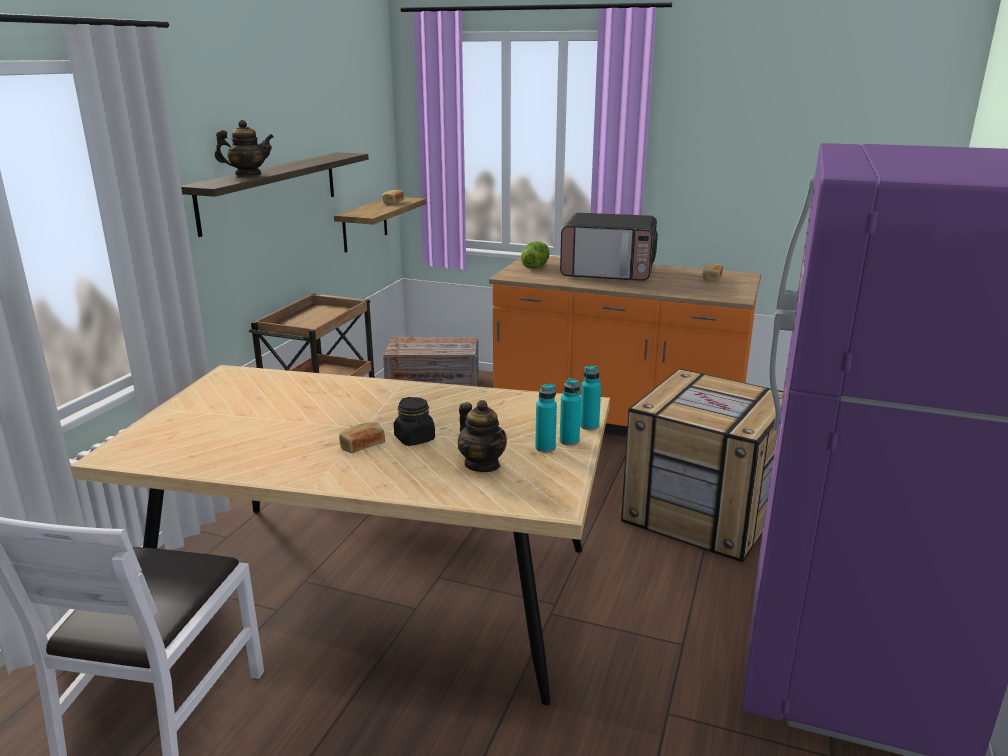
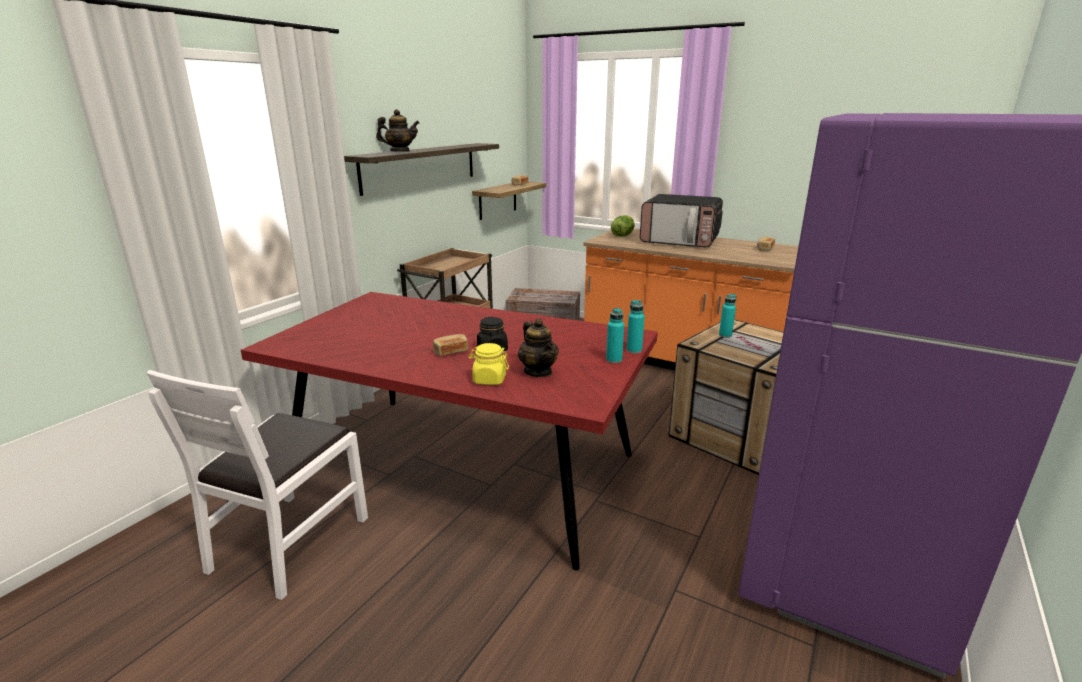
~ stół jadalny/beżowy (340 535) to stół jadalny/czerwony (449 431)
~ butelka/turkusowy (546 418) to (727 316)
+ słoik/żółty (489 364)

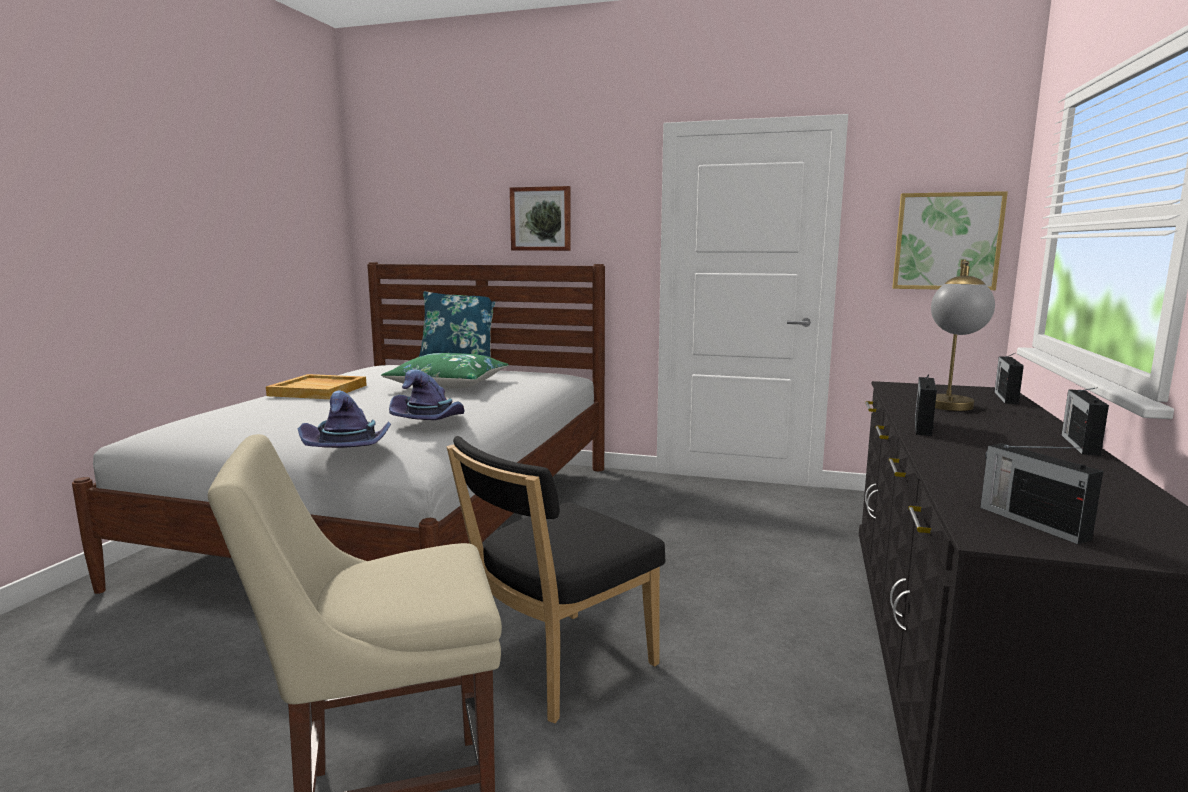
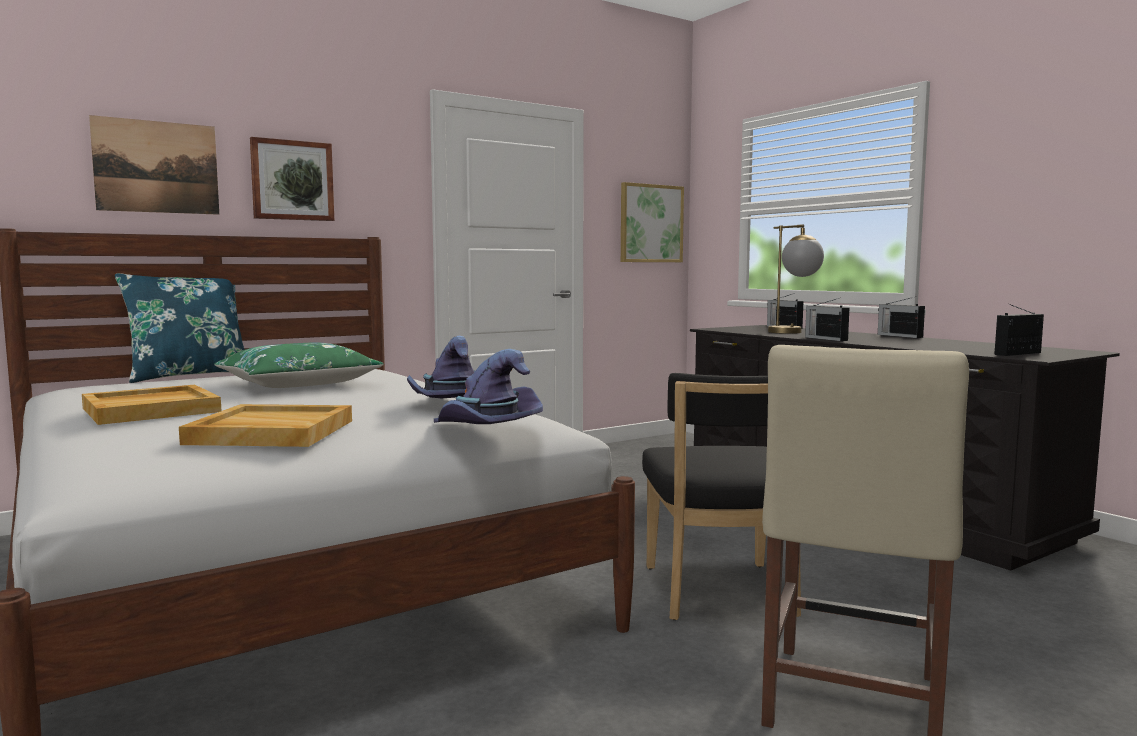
~ radio (1041 493) = (1019 330) 135 degrees clockwise
+ obraz (154 165)
+ taca/beżowy (265 425)

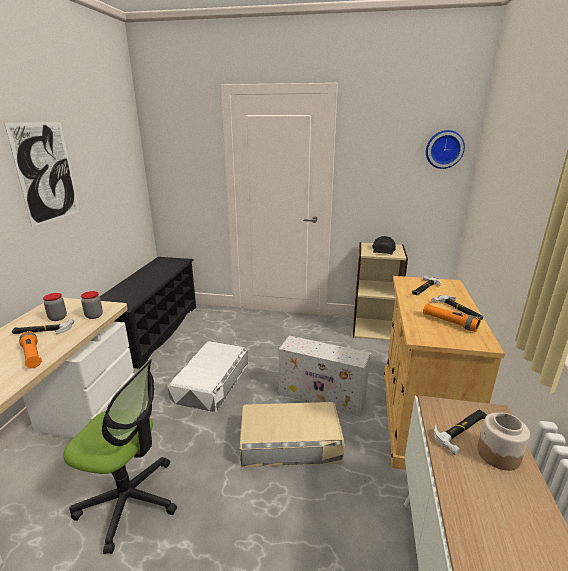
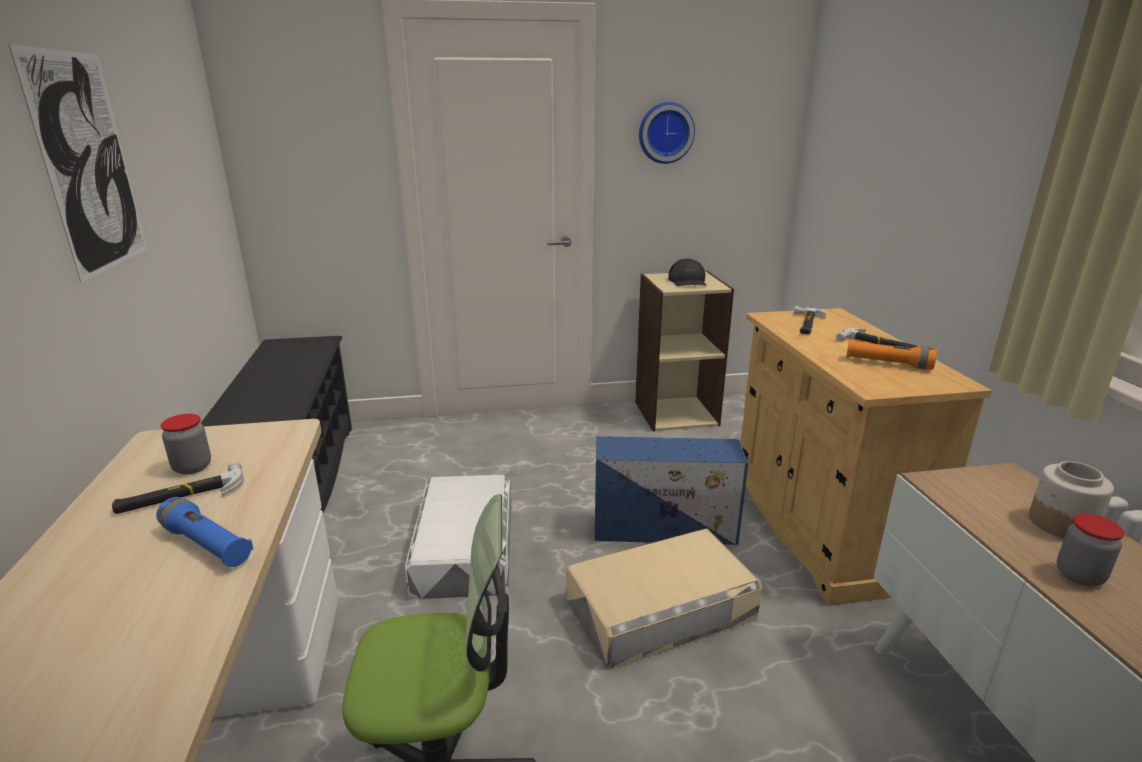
~ zegar ścienny (445 149) to (667 133)
~ słoik (92 305) to (1091 550)
~ latarka/pomarańczowy (30 349) to latarka/niebieski (204 532)
~ pojemnik do przechowywania/biały (325 375) to pojemnik do przechowywania/niebieski (671 490)
- młotek (460 432)

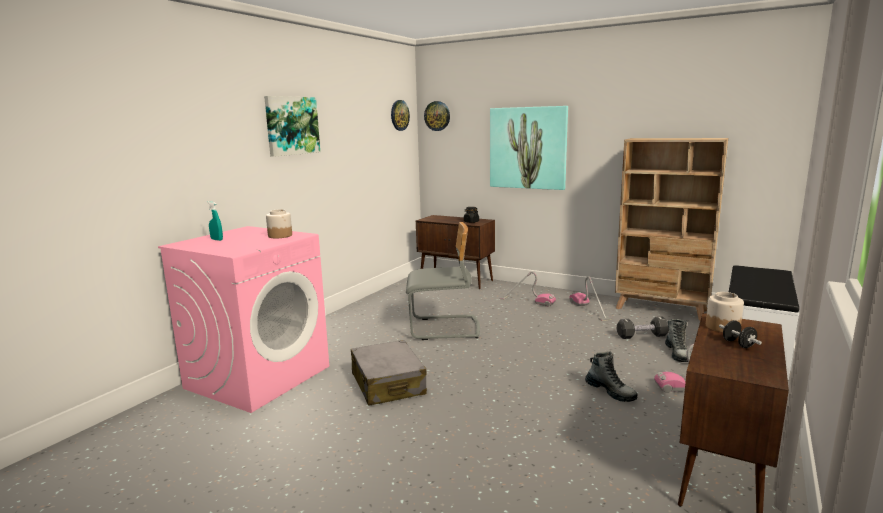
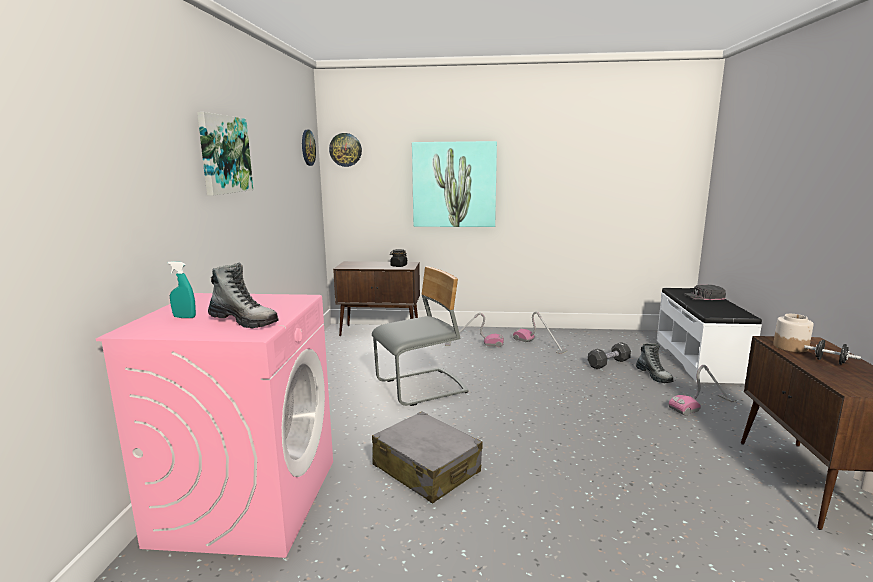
- regał/beżowy (671 229)
- słoik (279 223)
~ but z cholewką (611 376) to (243 295)
+ czapka z daszkiem/czarny (705 292)

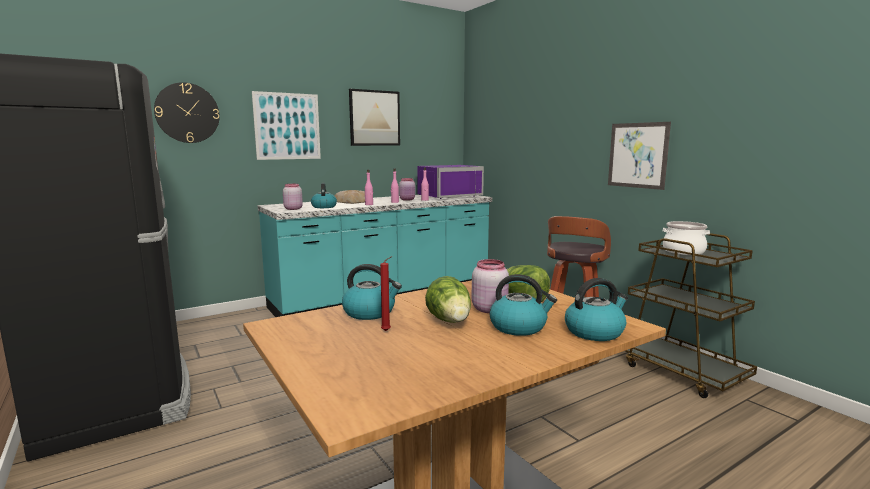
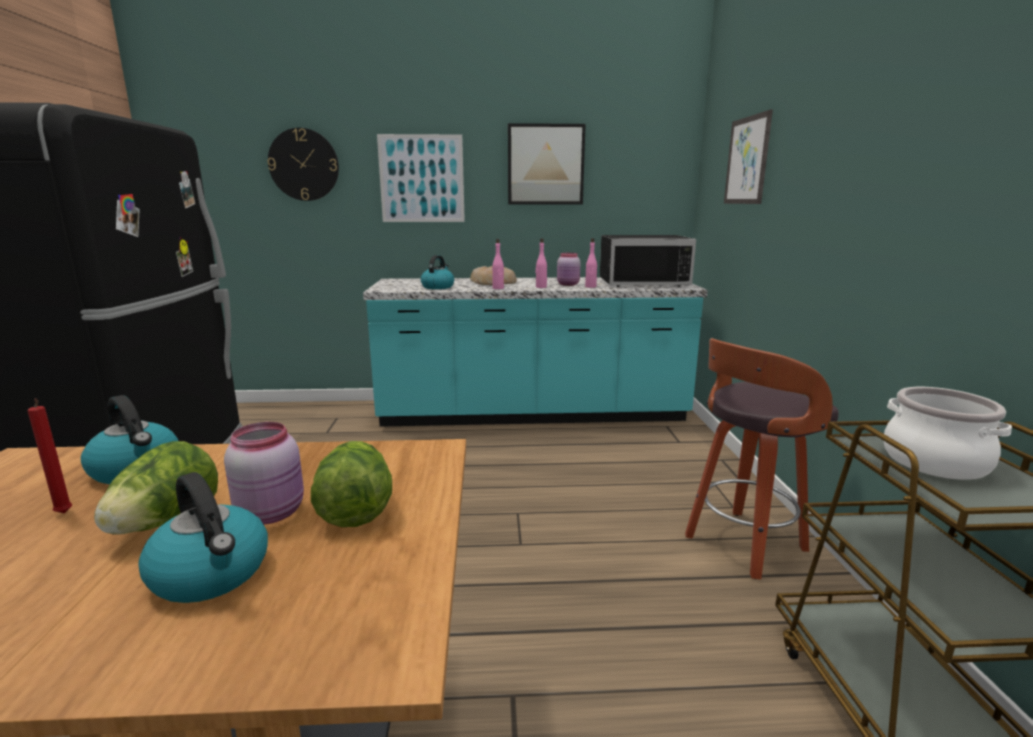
~ obraz (639 156) to (748 157)
~ mikrofalówka/fioletowy (450 182) to mikrofalówka/czarny (648 261)
- słoik/różowy (293 197)
- czajnik (596 309)

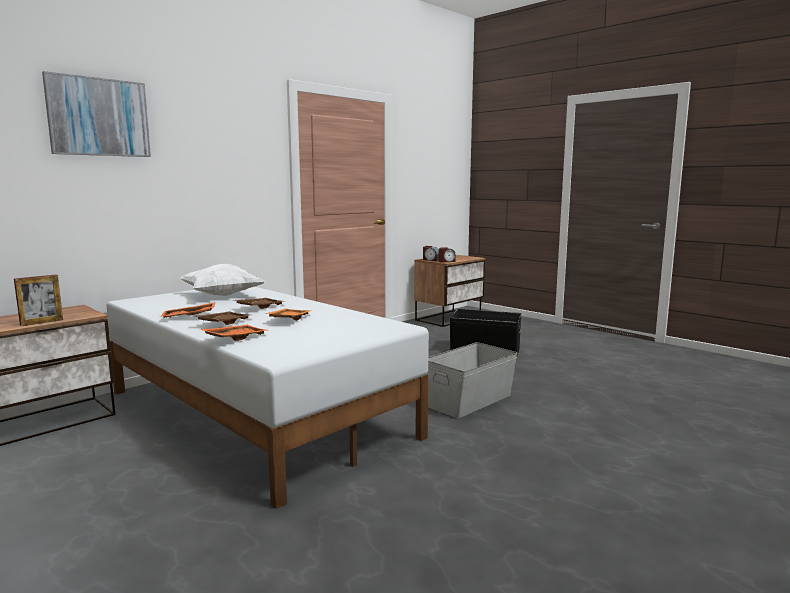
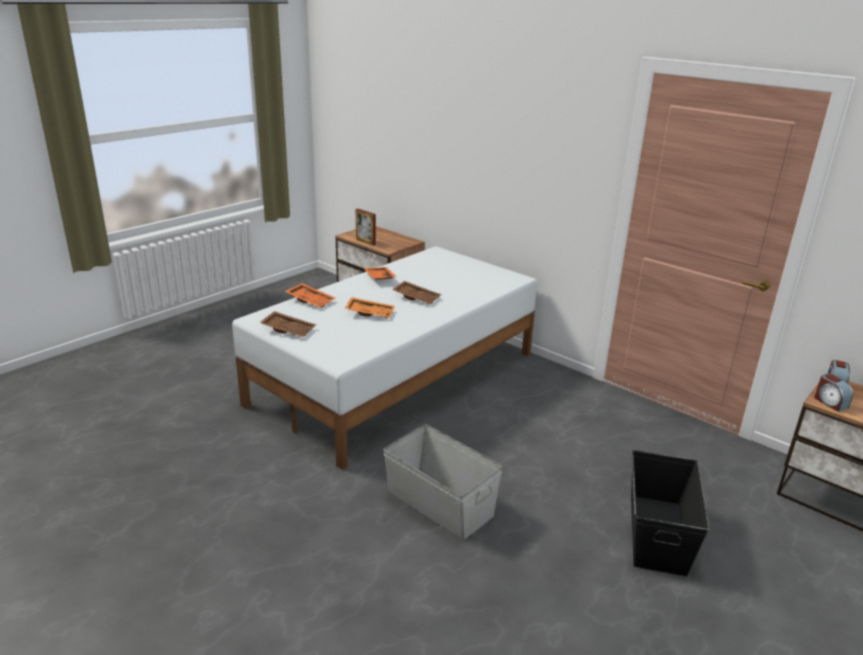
- obraz (96 114)
- poduszka/biały (222 280)
~ taca/brązowy (222 318) to (287 324)

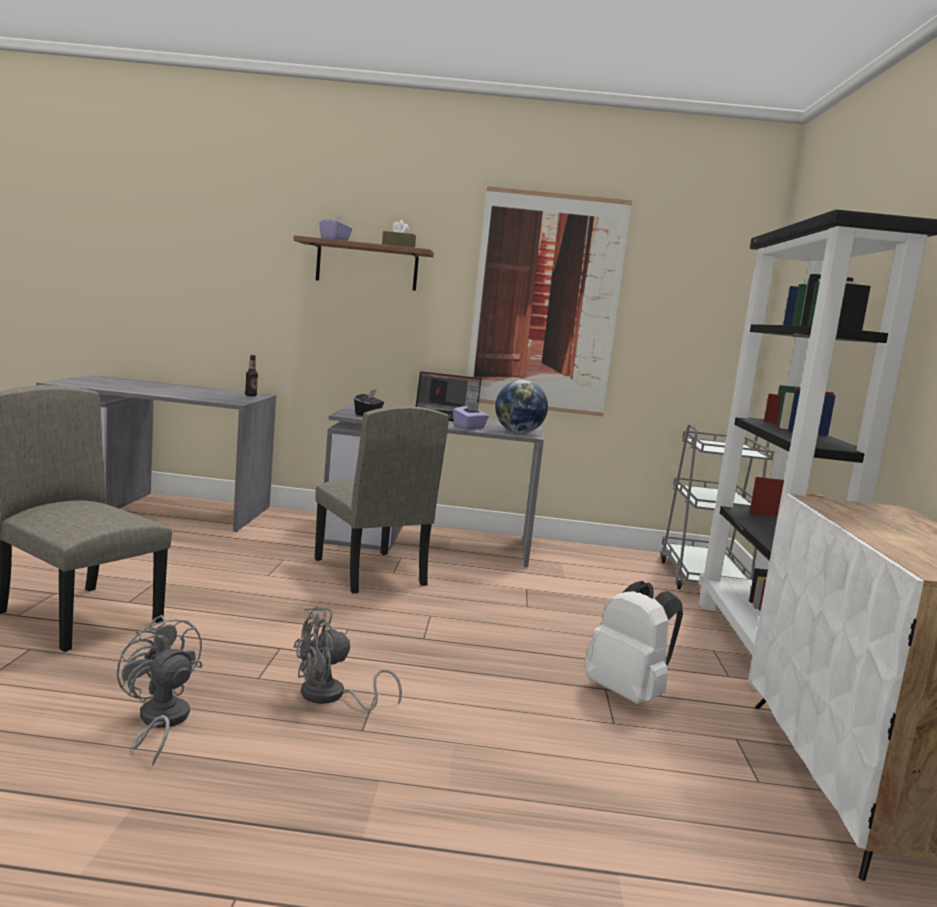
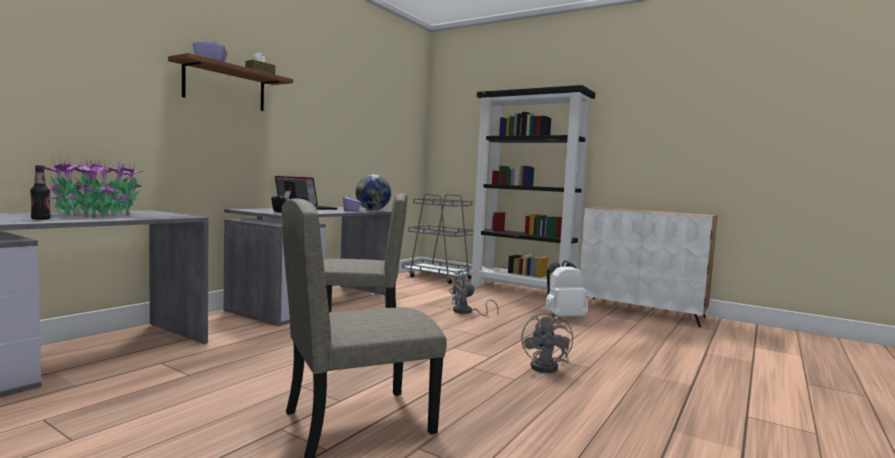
- obraz (549 301)
~ butelka (251 375) to (40 192)
~ wentylator/szary (159 690) to (474 293)
+ roślina doniczkowa (93 187)

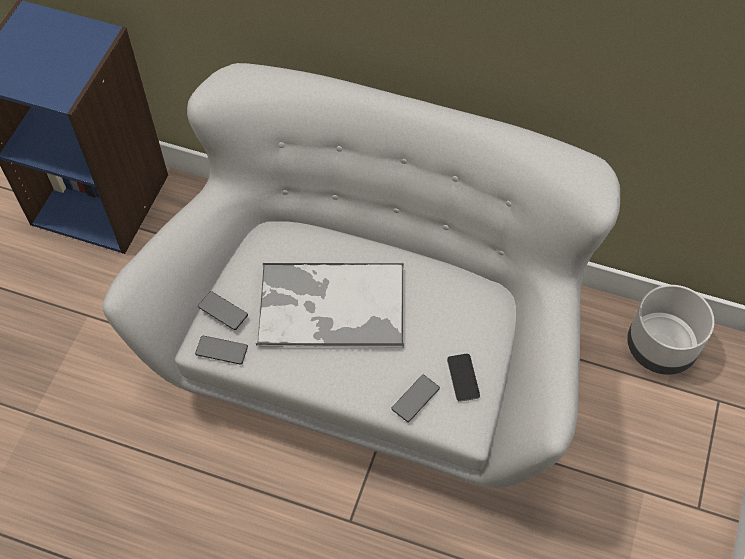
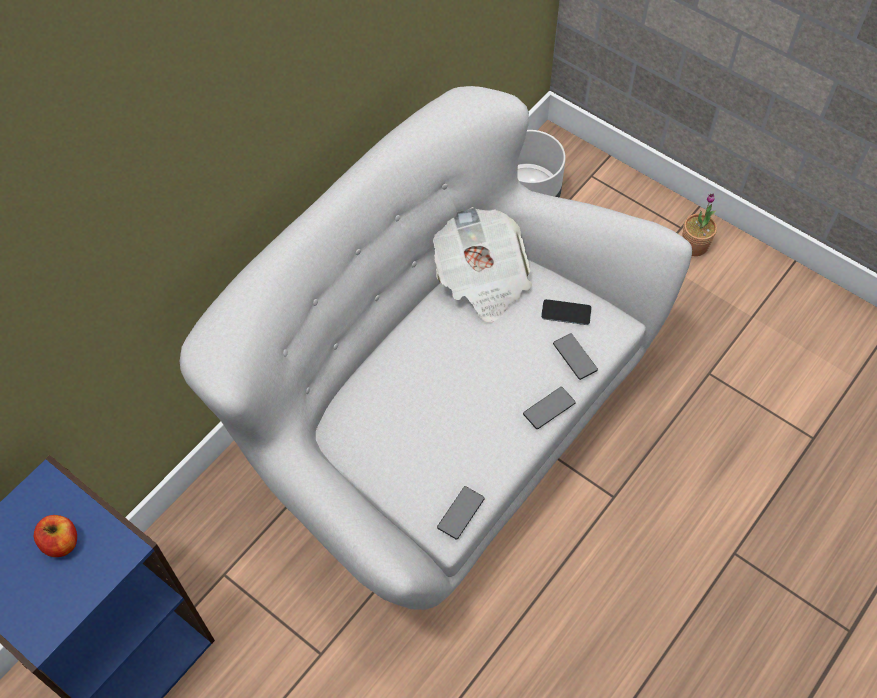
- taca (330 305)
~ telefon (223 310) to (549 408)
+ roślina doniczkowa (699 225)
+ gazeta (482 265)
+ jabłko (55 536)

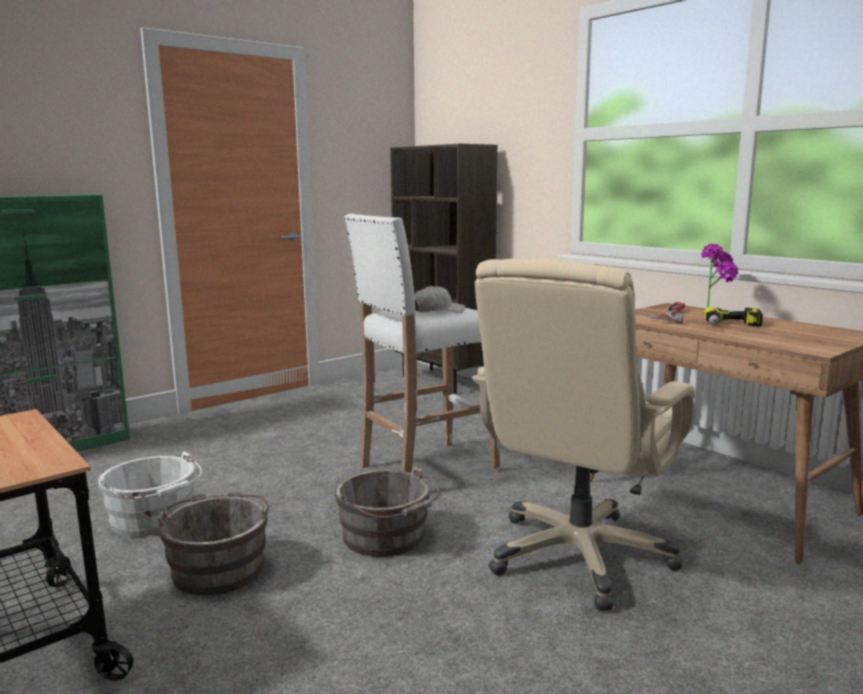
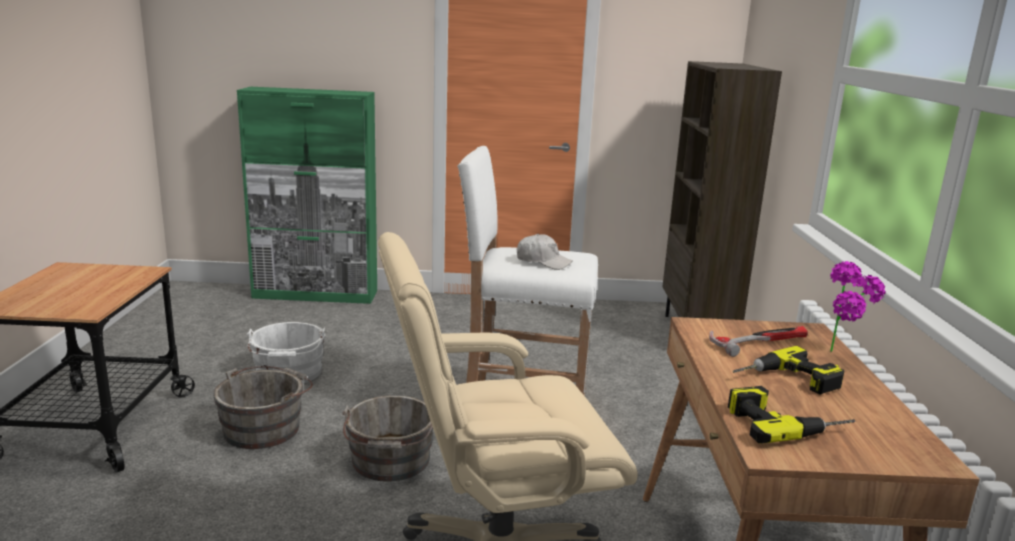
+ wiertarka (791 415)

